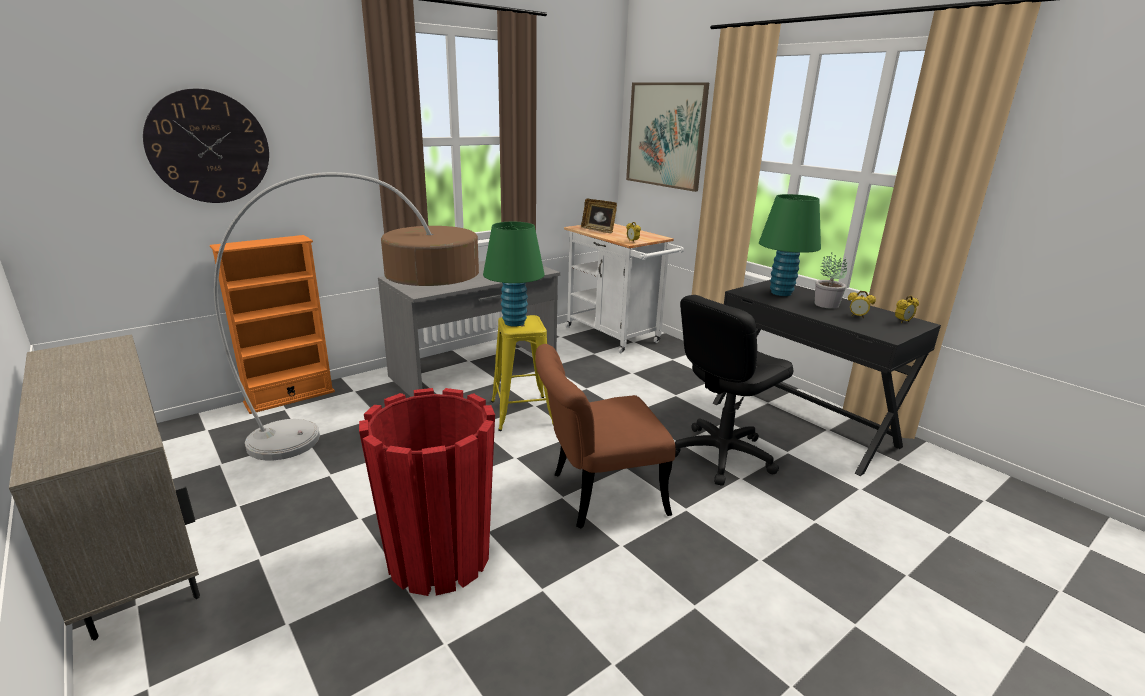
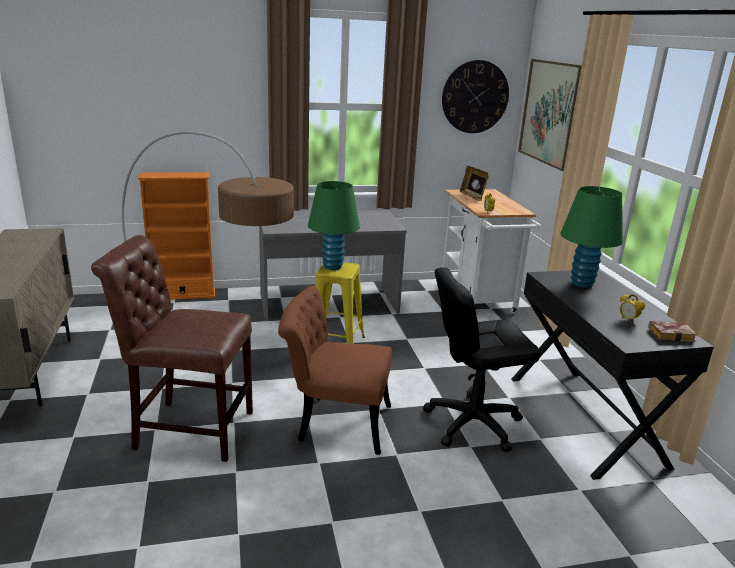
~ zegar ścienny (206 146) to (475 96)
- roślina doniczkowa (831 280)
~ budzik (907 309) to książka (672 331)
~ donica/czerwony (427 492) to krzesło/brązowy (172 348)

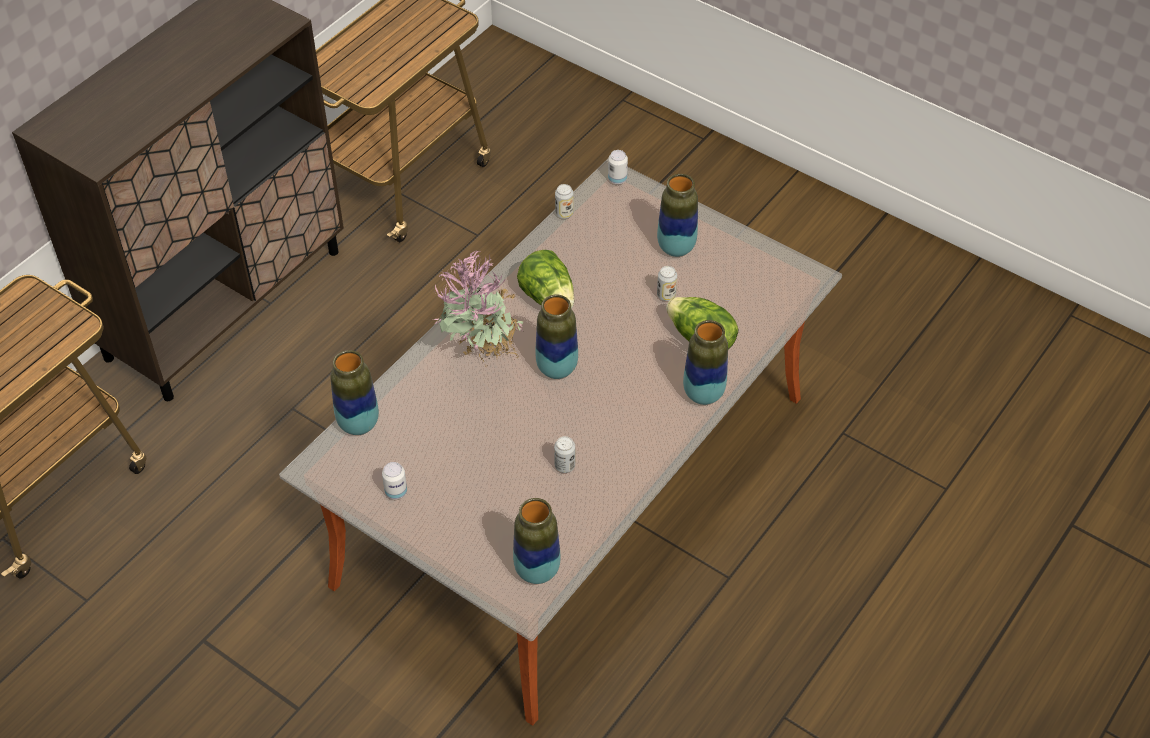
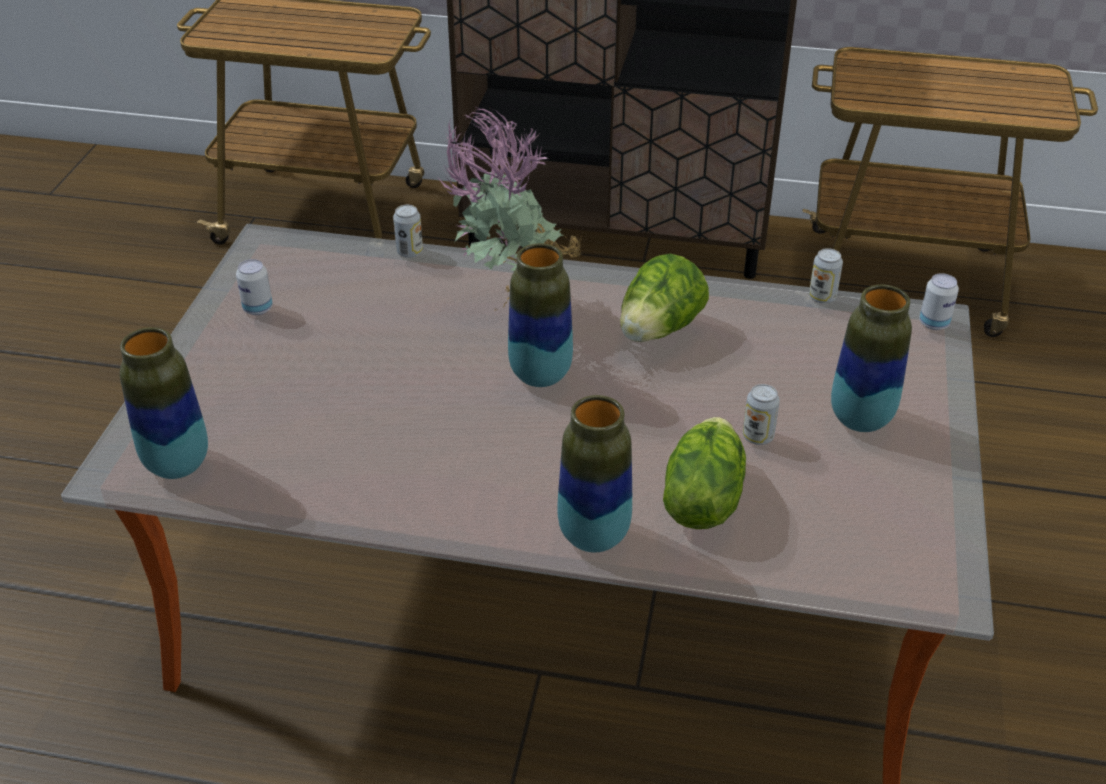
- wazon (354 392)
~ puszka (564 454) to (408 231)

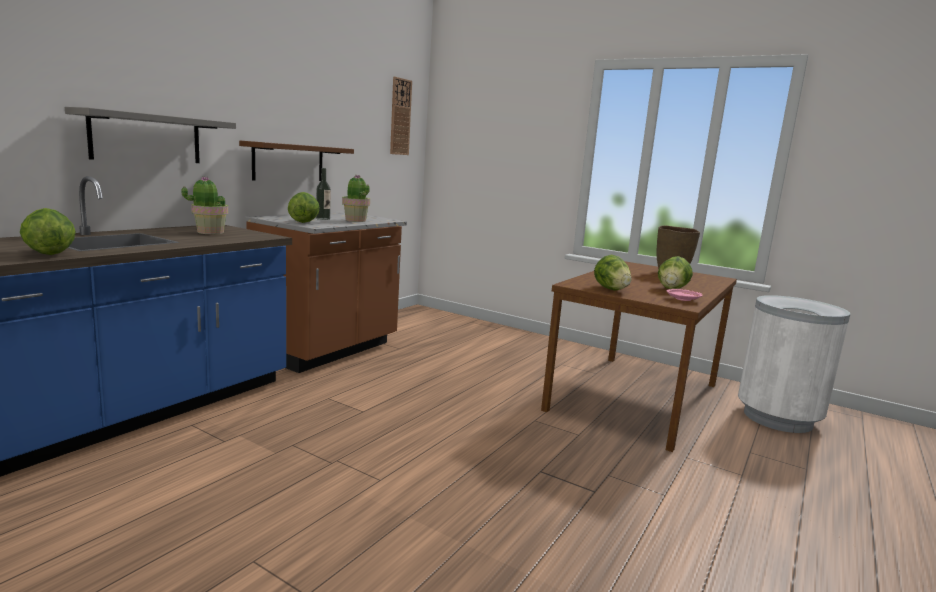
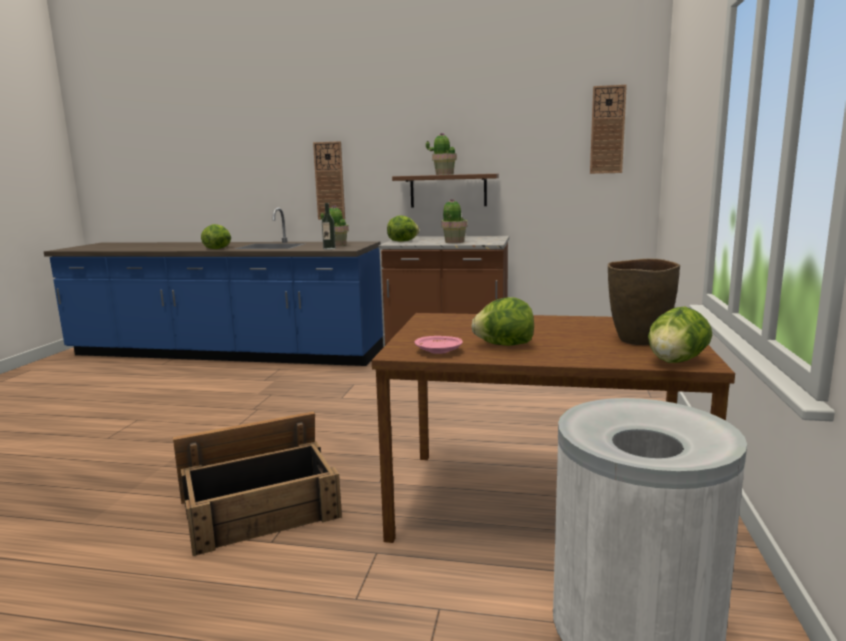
~ półka/szary (150 135) to zegar ścienny (329 180)
~ butelka (323 194) to (329 226)
~ sałata (612 272) to (680 334)
+ roślina doniczkowa (441 154)
+ skrzynka (257 483)

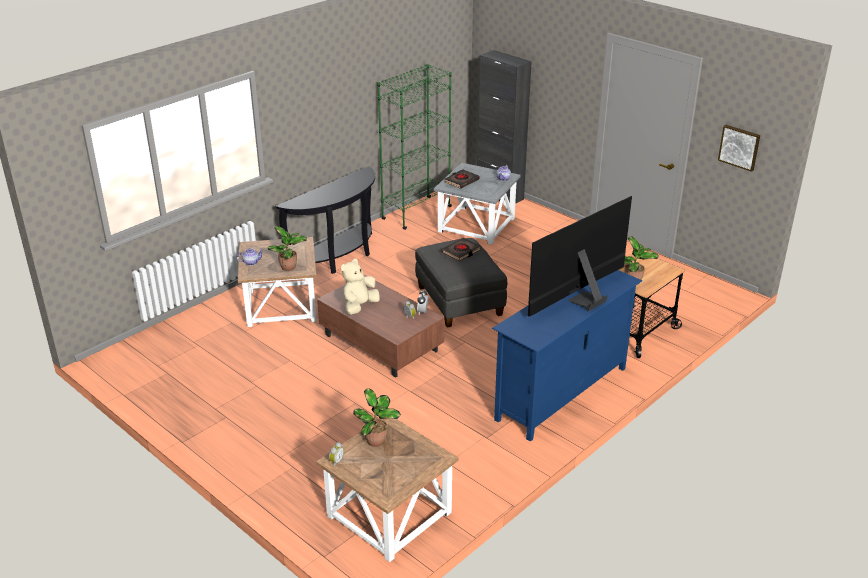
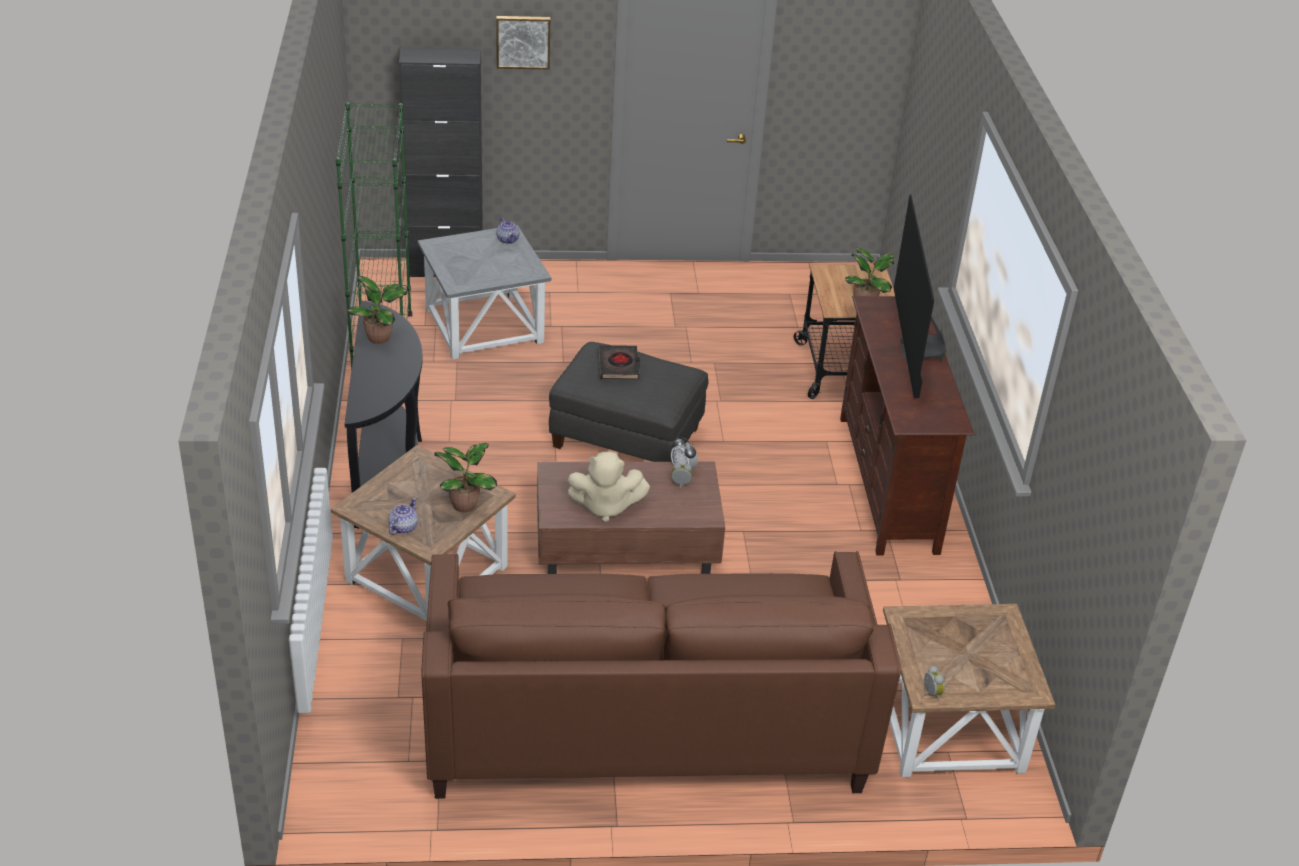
~ obraz (739 148) to (523 42)
- książka/czarny (462 179)
~ pluszak/beżowy (360 287) = (609 487) 75 degrees counterclockwise
~ szafka pod telewizor/niebieski (567 356) to szafka pod telewizor/brązowy (907 425)
~ roślina doniczkowa (377 417) to (377 310)
+ kanapa/brązowy (661 675)

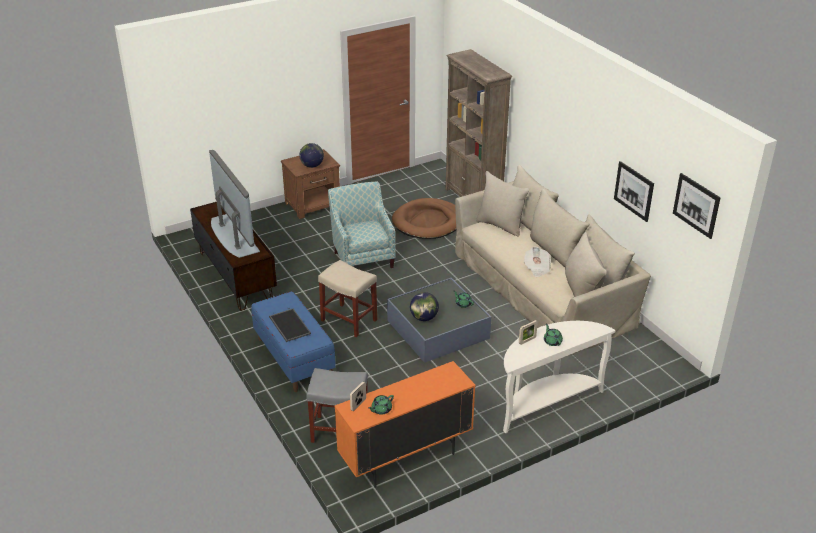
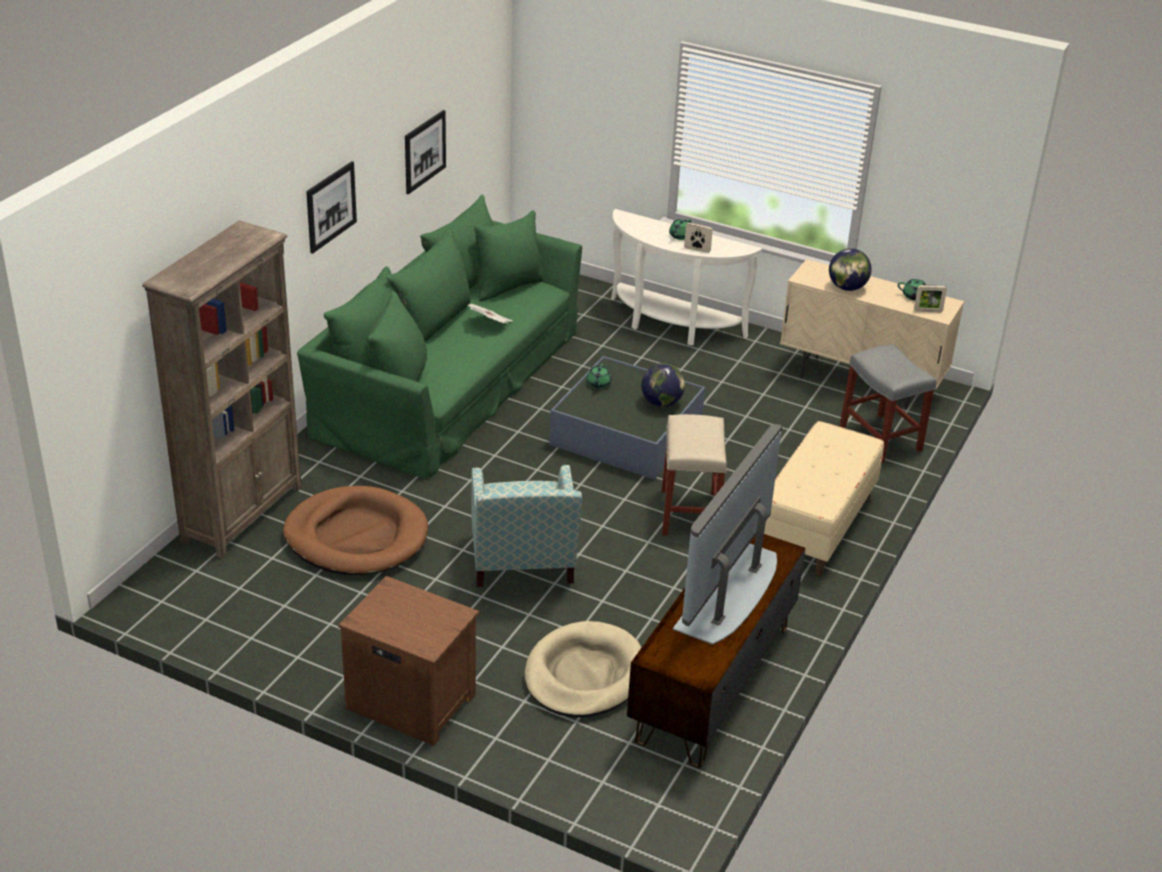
~ globus (311 155) to (850 269)
~ kanapa/beżowy (553 260) to kanapa/zielony (439 337)
~ obraz (697 206) to (331 207)
~ fotel (361 224) = (527 526) 45 degrees counterclockwise
~ ławka/niebieski (293 341) to ławka/beżowy (824 499)
- taca (290 325)
~ szafka/pomarańczowy (405 424) to szafka/beżowy (872 334)
+ legowisko/beżowy (583 669)

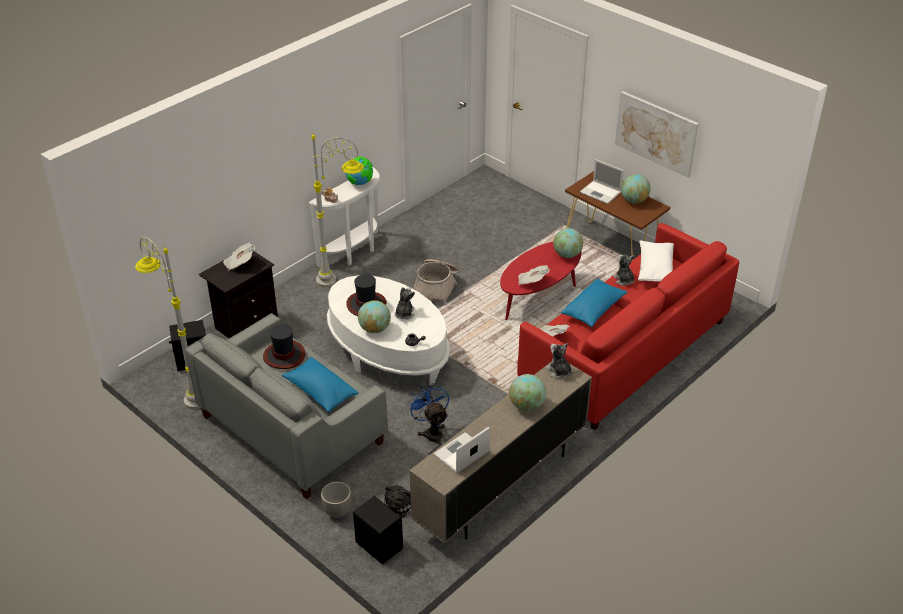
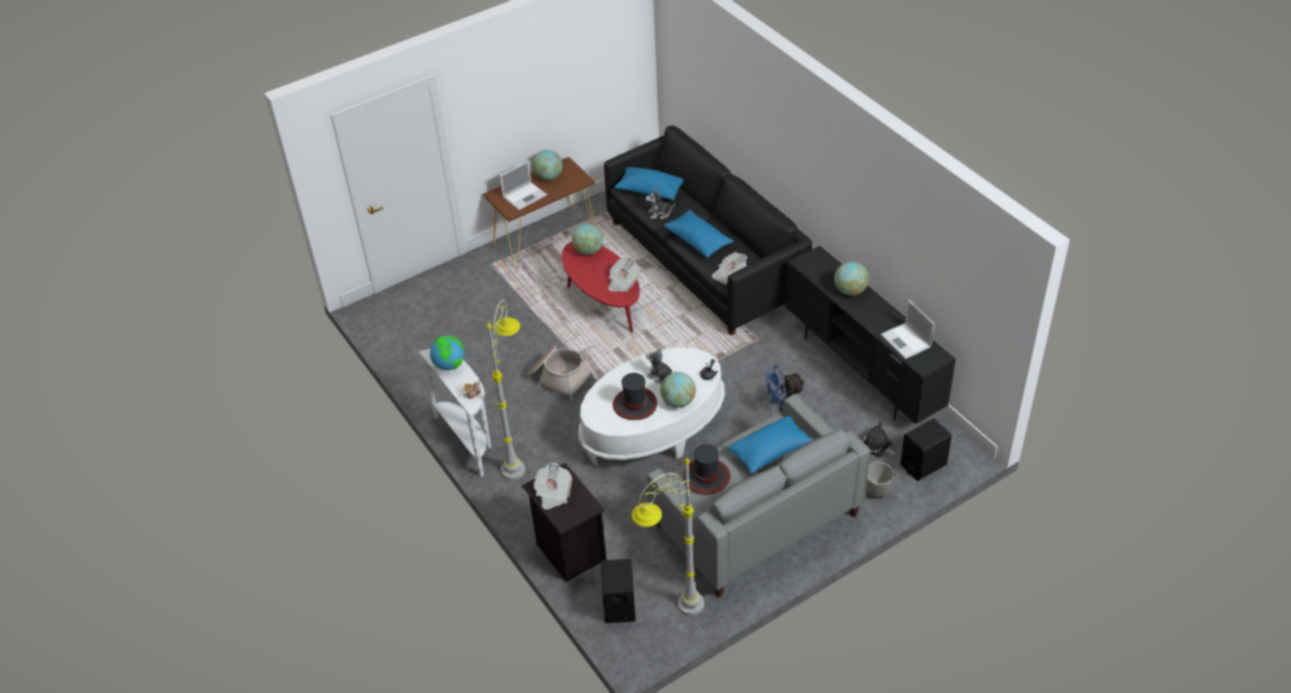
- obraz (657 134)
~ kanapa/czerwony (628 326) to kanapa/czarny (708 230)
~ poduszka/biały (656 261) to poduszka/niebieski (649 183)
- pluszak (559 361)
~ szafka pod telewizor/beżowy (500 452) to szafka pod telewizor/czarny (871 335)

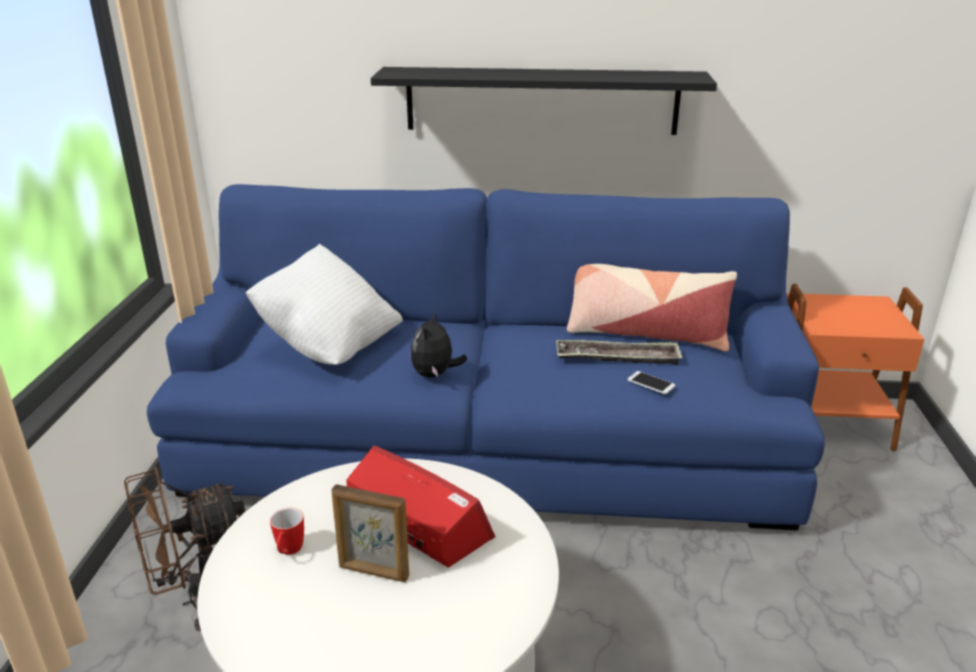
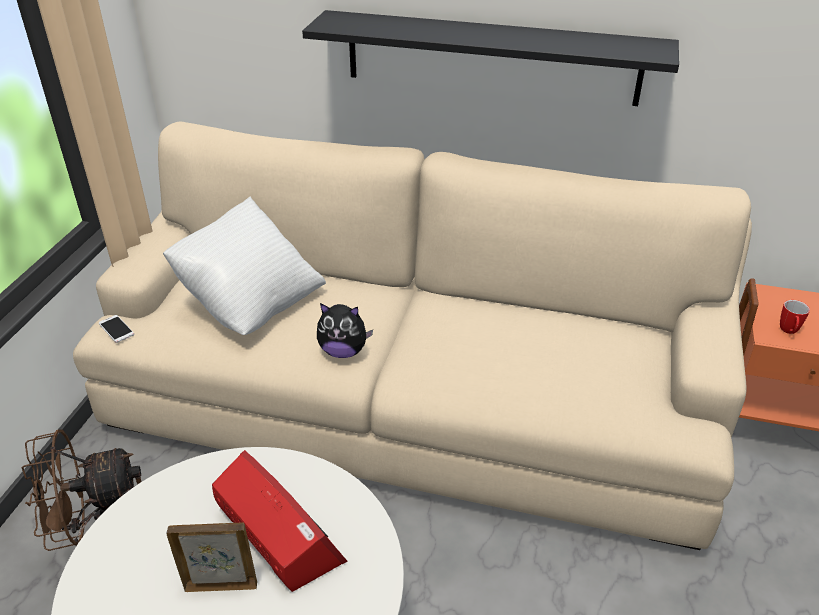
~ kanapa/niebieski (486 357) to kanapa/beżowy (412 336)
- poduszka (652 308)
~ pluszak (438 344) = (345 330) 105 degrees counterclockwise
- taca (619 352)
~ telefon (651 382) to (116 329)
~ ramka na zdjęcie (370 533) = (211 557) 150 degrees clockwise
~ kubek (287 531) to (795 317)

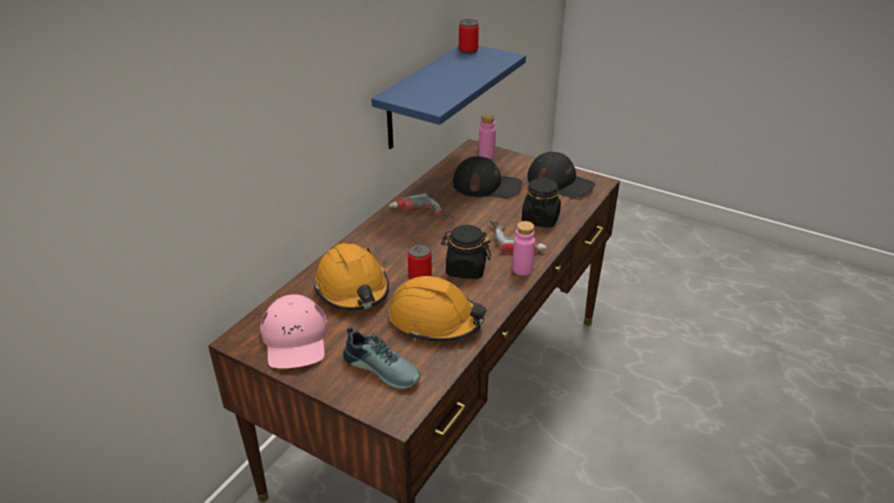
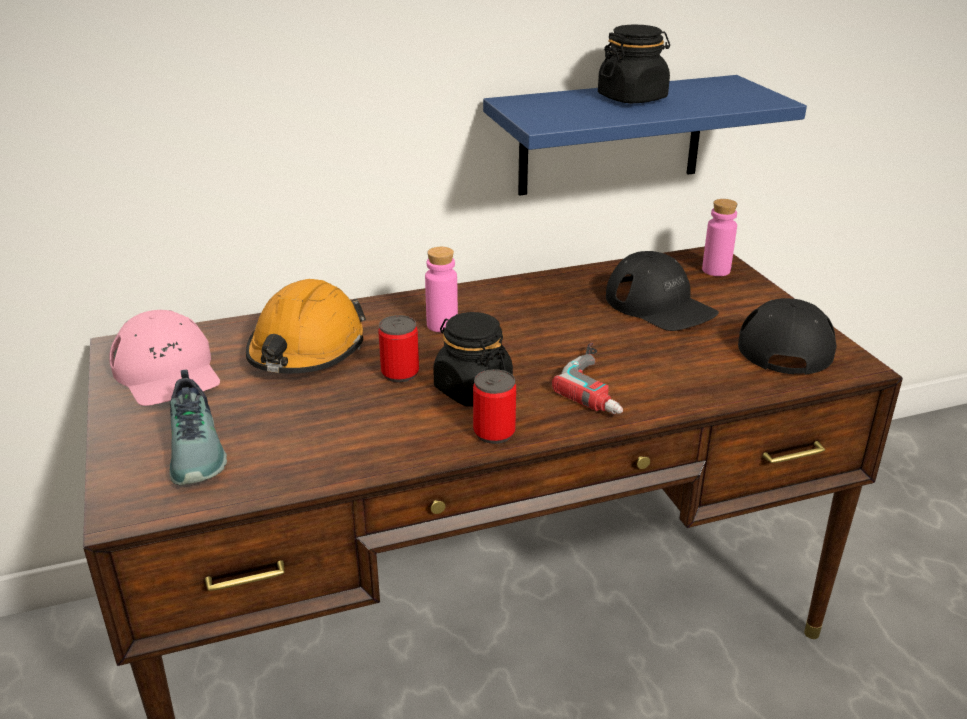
~ puszka (469 36) to (494 406)
~ czapka z daszkiem/czarny (561 175) = (787 336) 150 degrees counterclockwise
~ słoik/czarny (541 203) to (634 63)
- wiertarka (421 206)
~ butelka/różowy (523 248) to (441 289)
- kask/pomarańczowy (438 309)
~ czapka z daszkiem/różowy (293 331) = (164 358) 60 degrees counterclockwise

